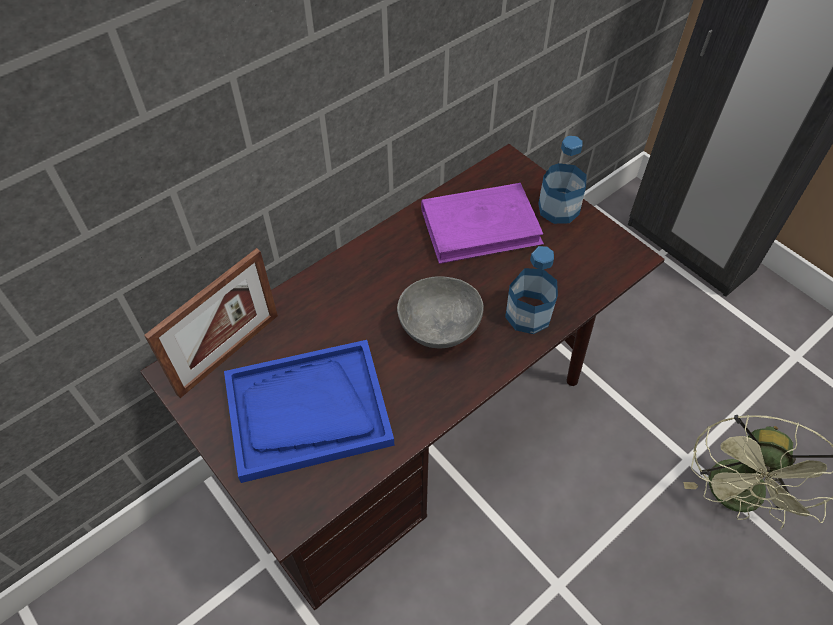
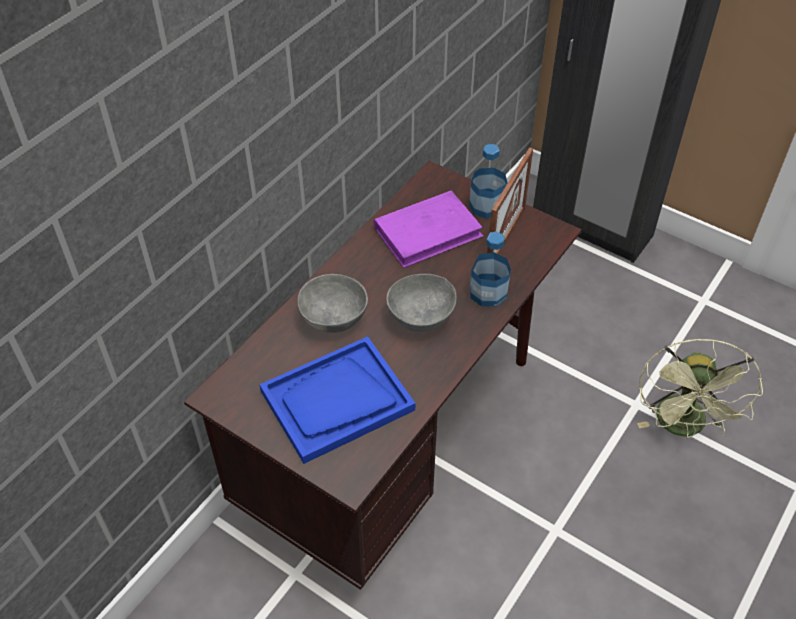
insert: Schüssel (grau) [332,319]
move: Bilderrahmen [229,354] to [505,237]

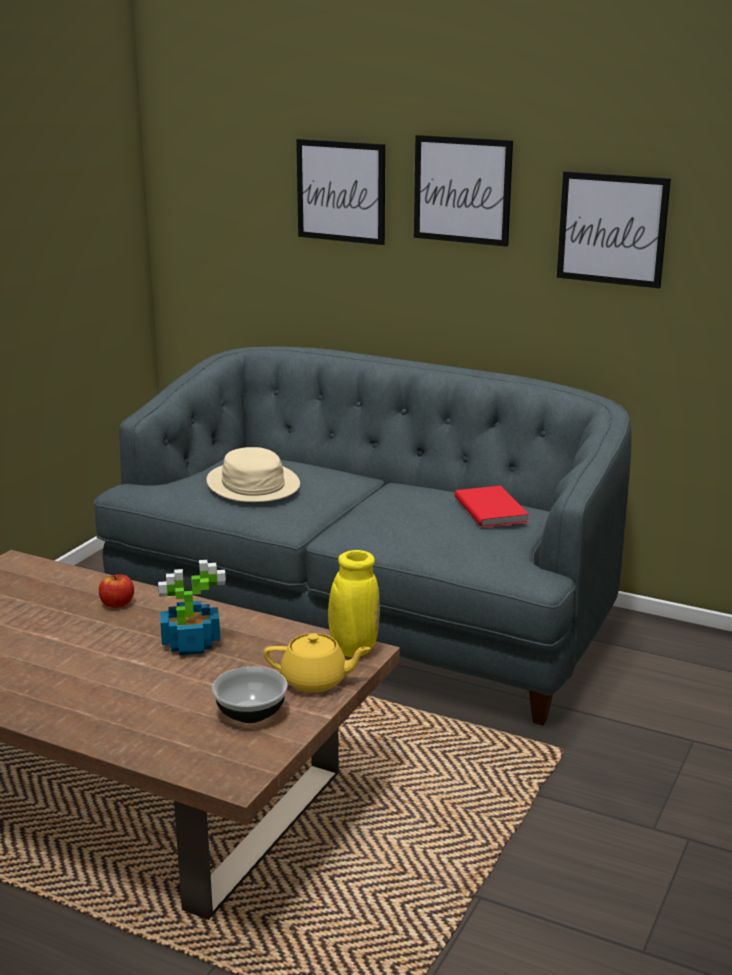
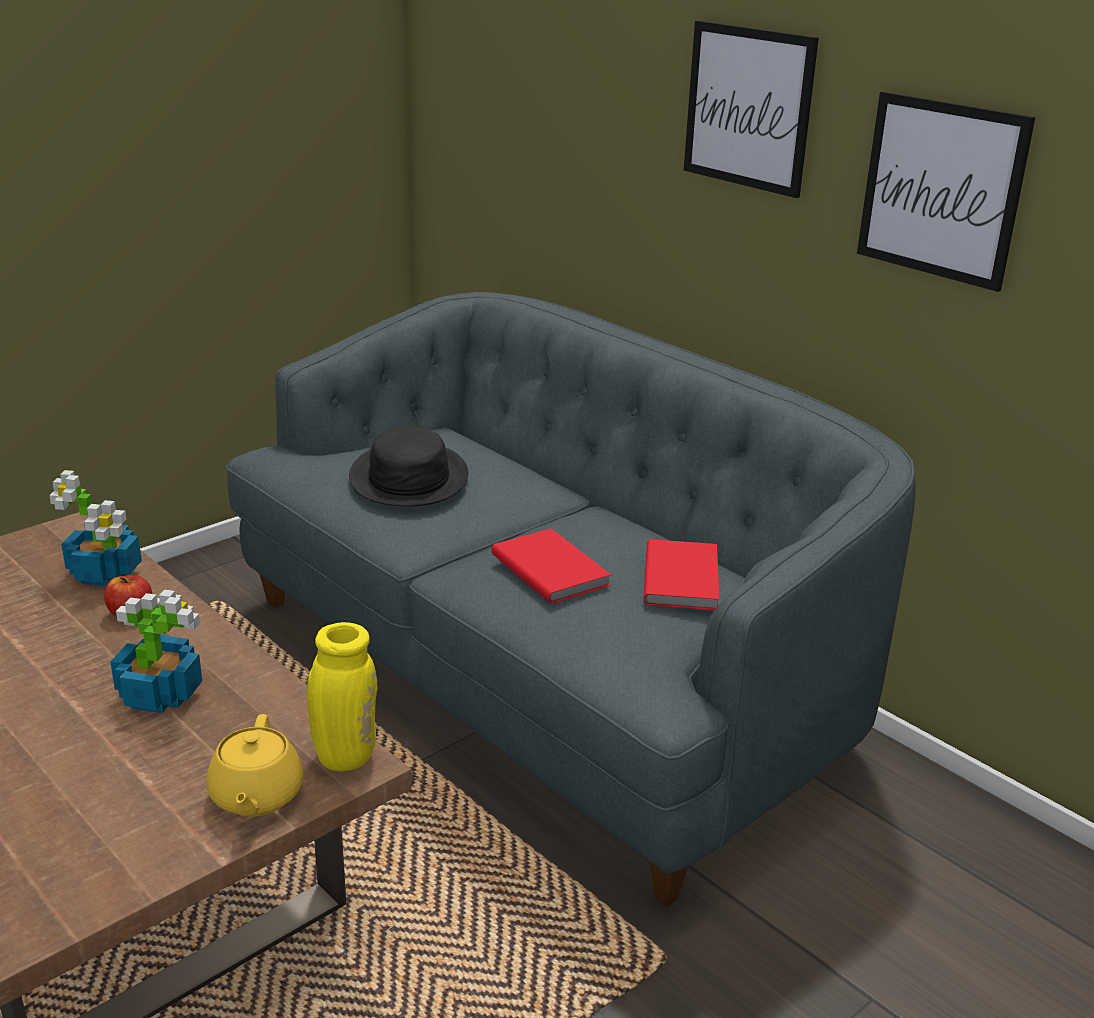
delete: Schüssel [250,713]; Bild [341,191]
insert: Topfpflanze [105,573]; Buch (rot) [551,569]
recolor: Hut (beige) [252,484] to Hut (schwarz) [408,478]
rotate: Teekanne (gelb) [315,681] = [256,796] 60 degrees clockwise

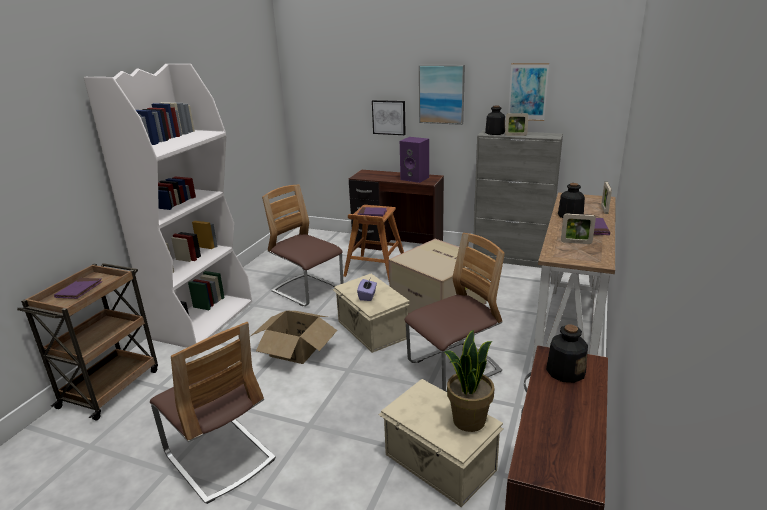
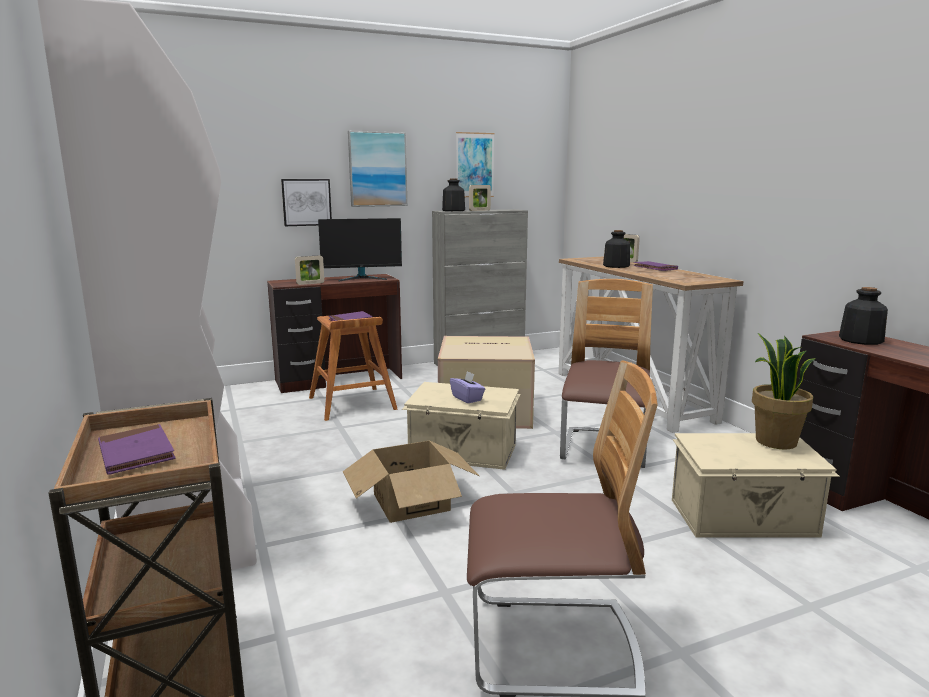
delete: Stuhl [307,290]
move: Bilderrahmen [576,242] to [310,283]
replace: Lautsprecher (lila) [415,178] to Monitor [362,278]

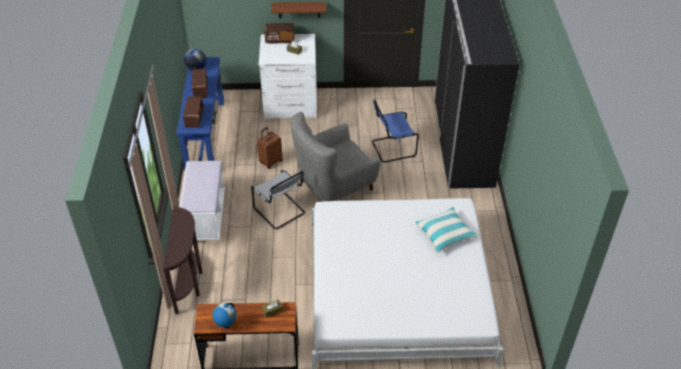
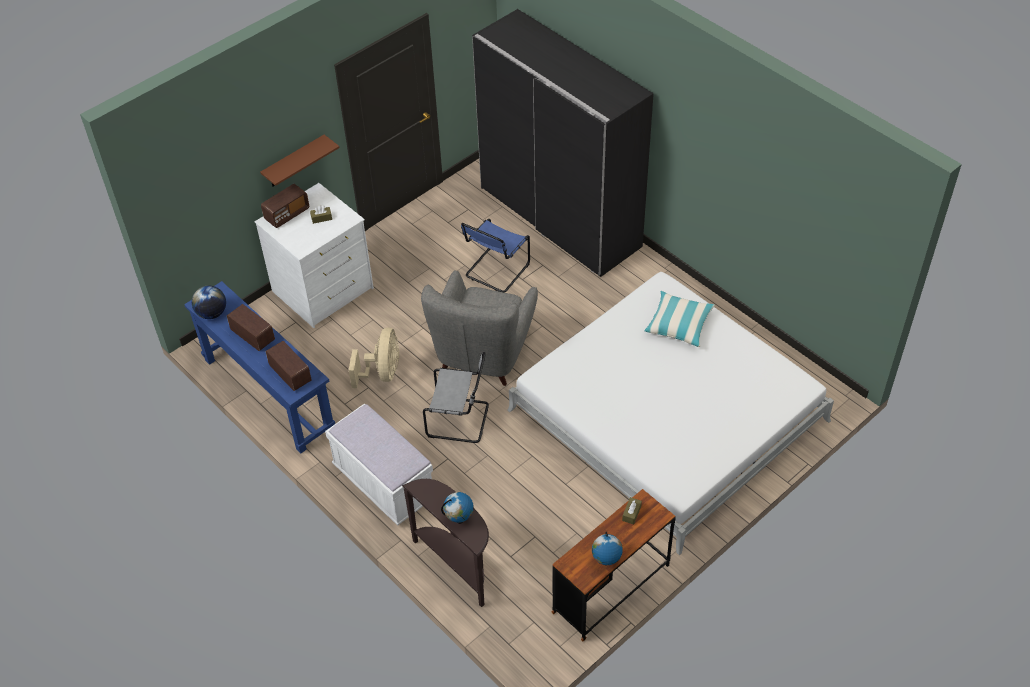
insert: Globus [459,519]
replace: Koffer (braun) [270,162] to Ventilator (beige) [382,373]

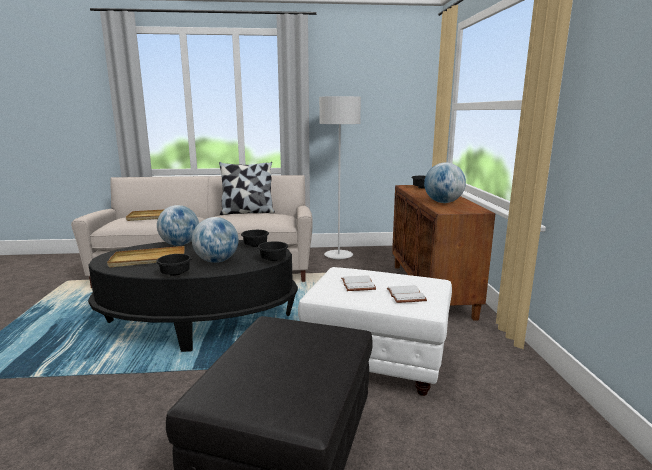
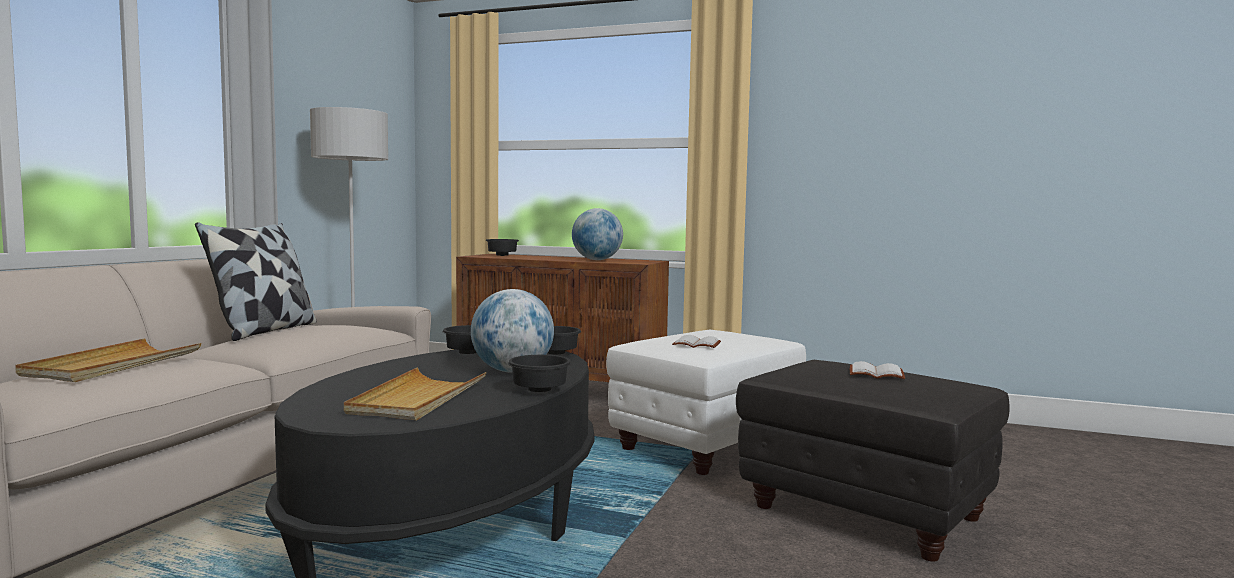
delete: Globus [180,244]
move: Buch (weiß) [407,295] to [877,373]

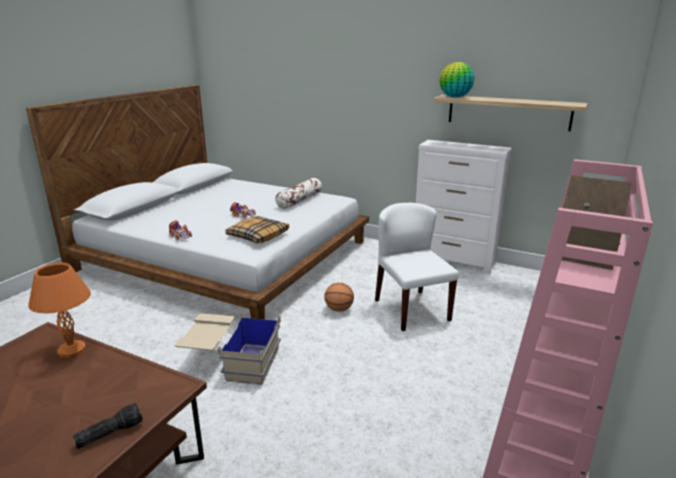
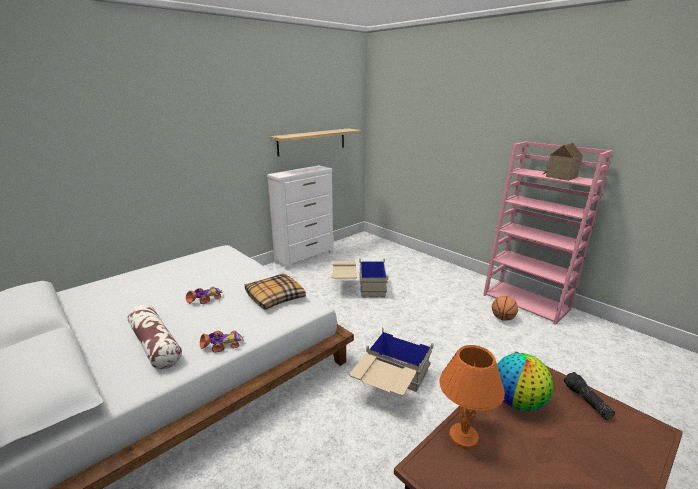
move: Kissen [299,200] to [155,344]; Basketball [339,309] to [502,318]; Globus [455,97] to [518,402]
replace: Stuhl (weiß) [411,309] to Aufbewahrungsbox (beige) [358,288]

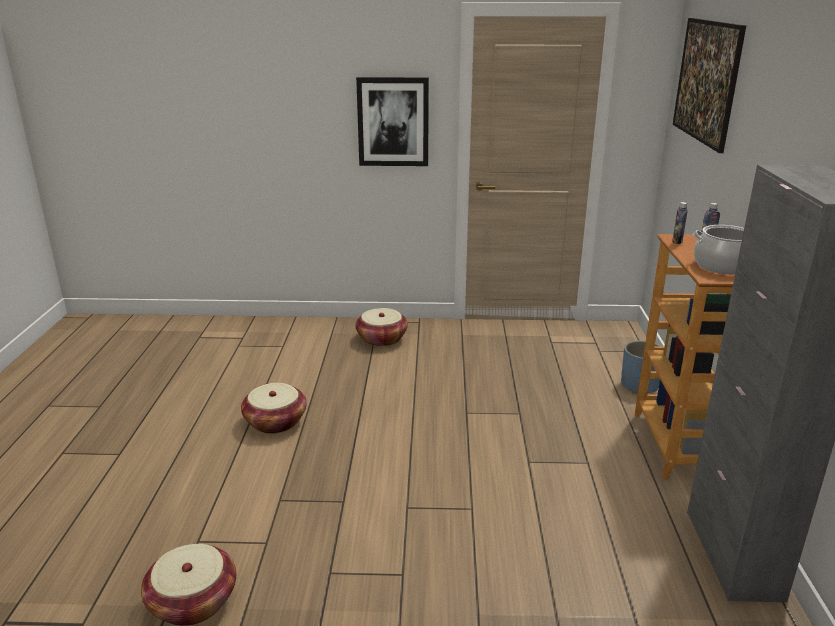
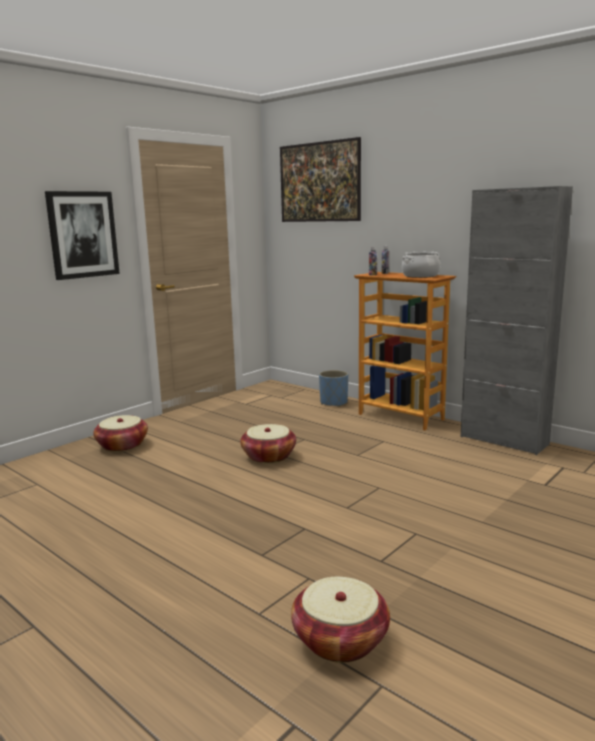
move: Korb [275,422] to [269,456]

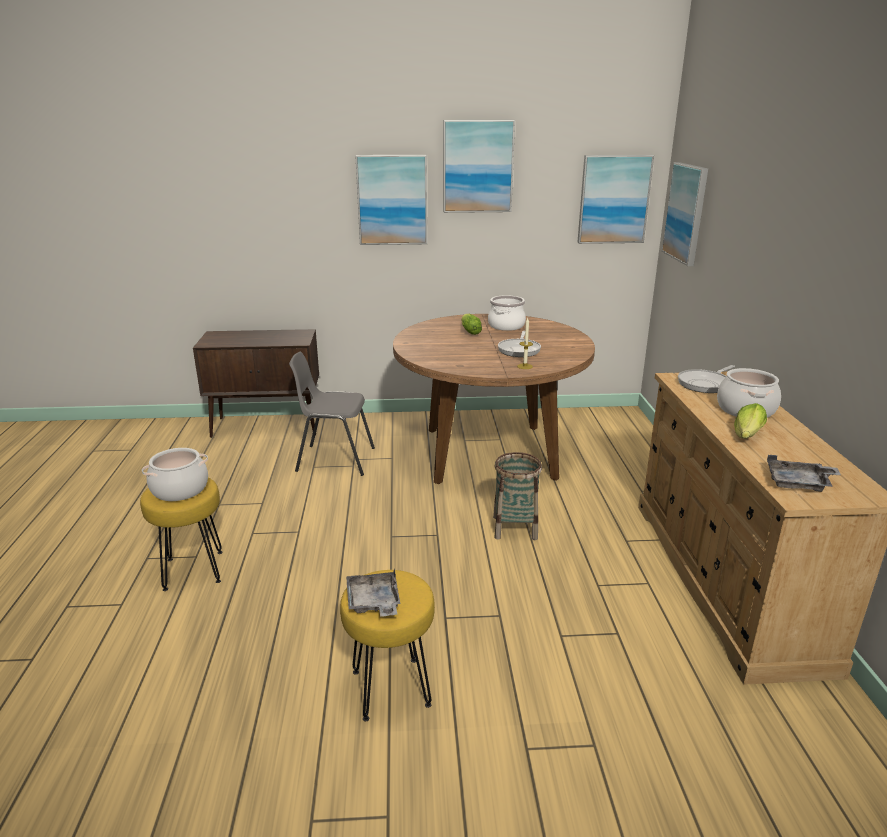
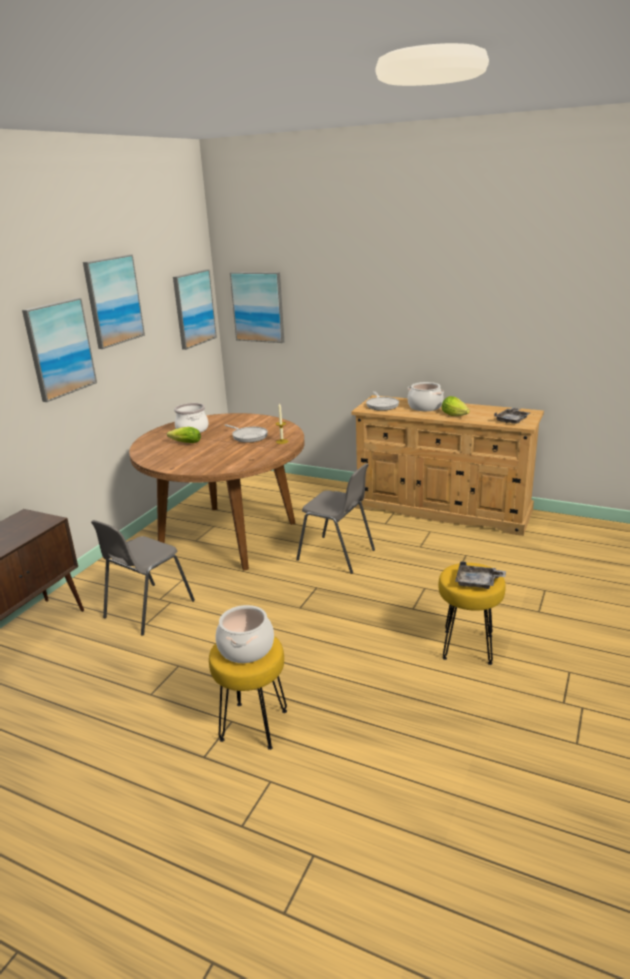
replace: Korb [514,528] to Stuhl (grau) [337,555]

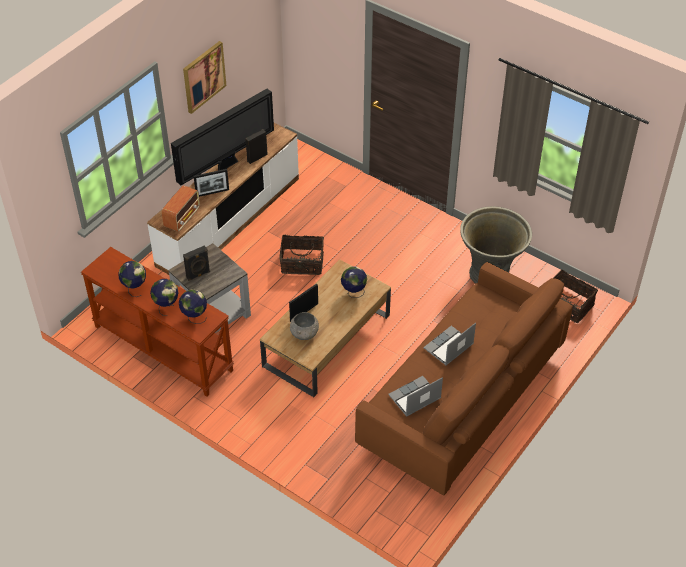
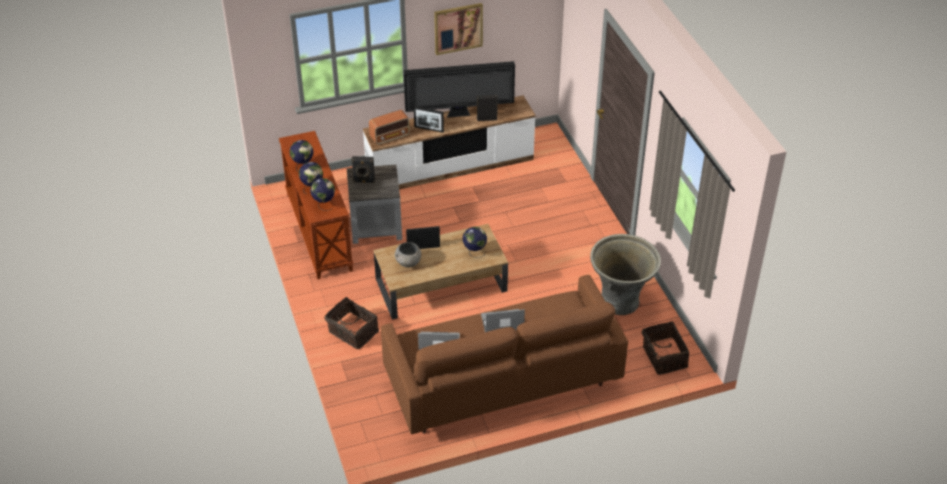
move: Korb [302,264] to [352,332]

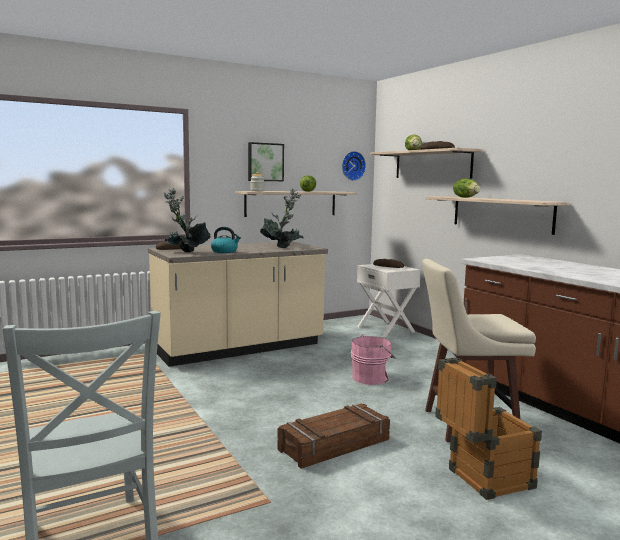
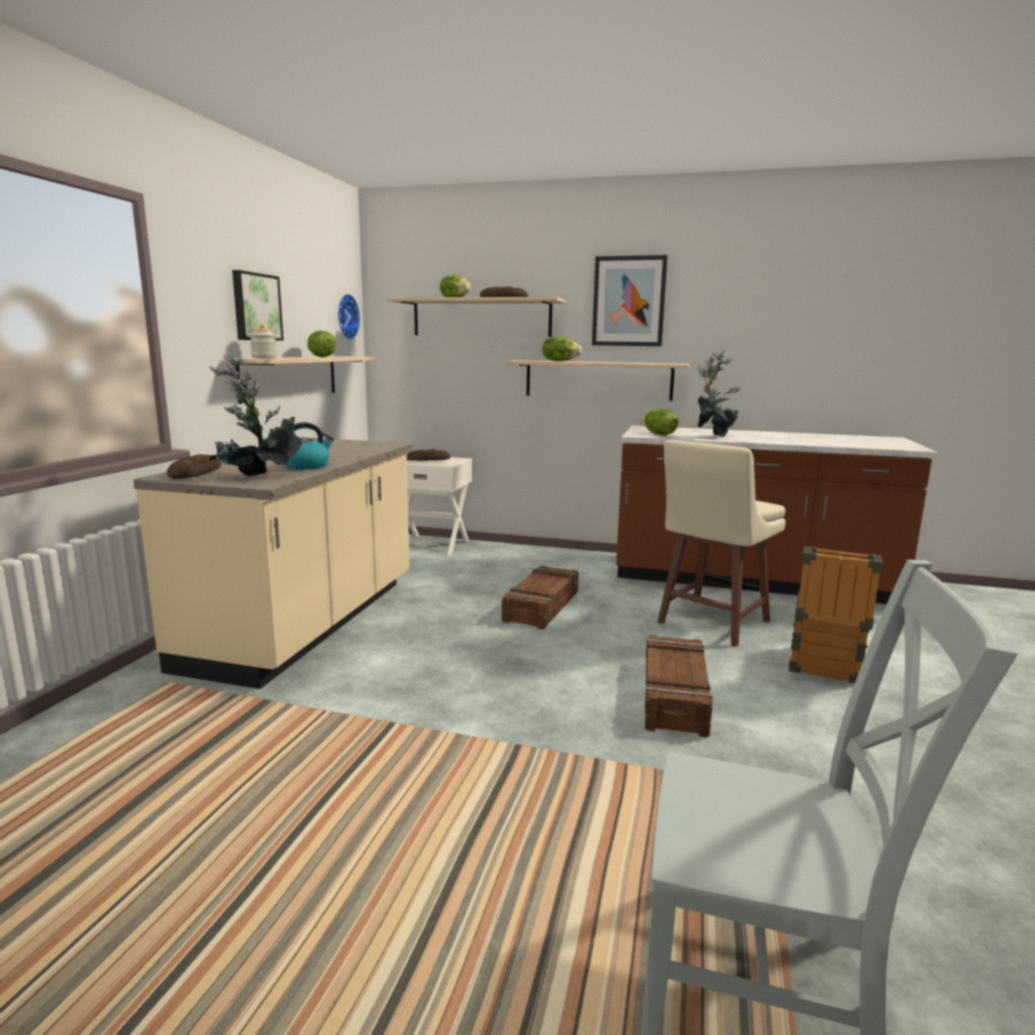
insert: Bild [628,301]; Salatkopf [658,434]
move: Topfpflanze [283,247] to [713,436]
replace: Eimer (rosa) [372,378] to Kiste [542,606]

